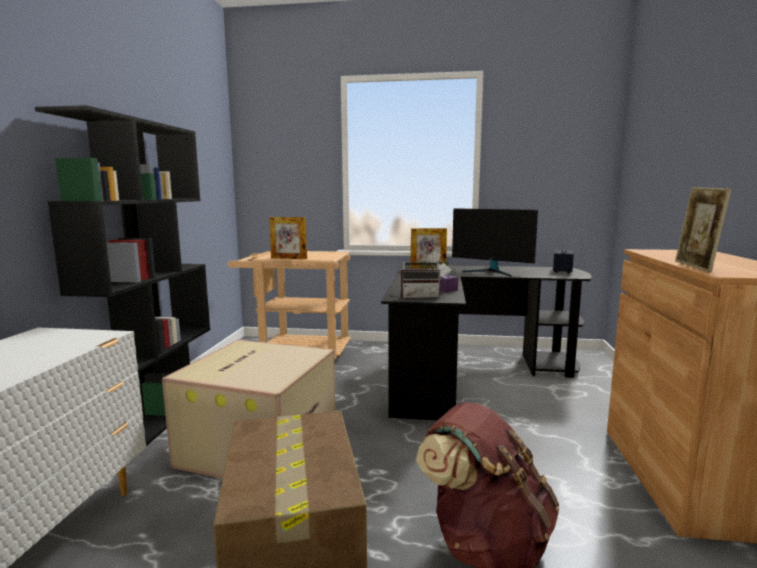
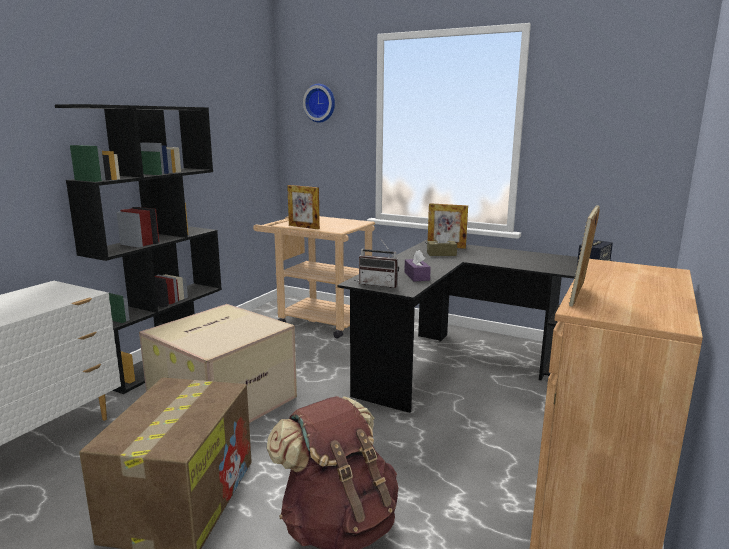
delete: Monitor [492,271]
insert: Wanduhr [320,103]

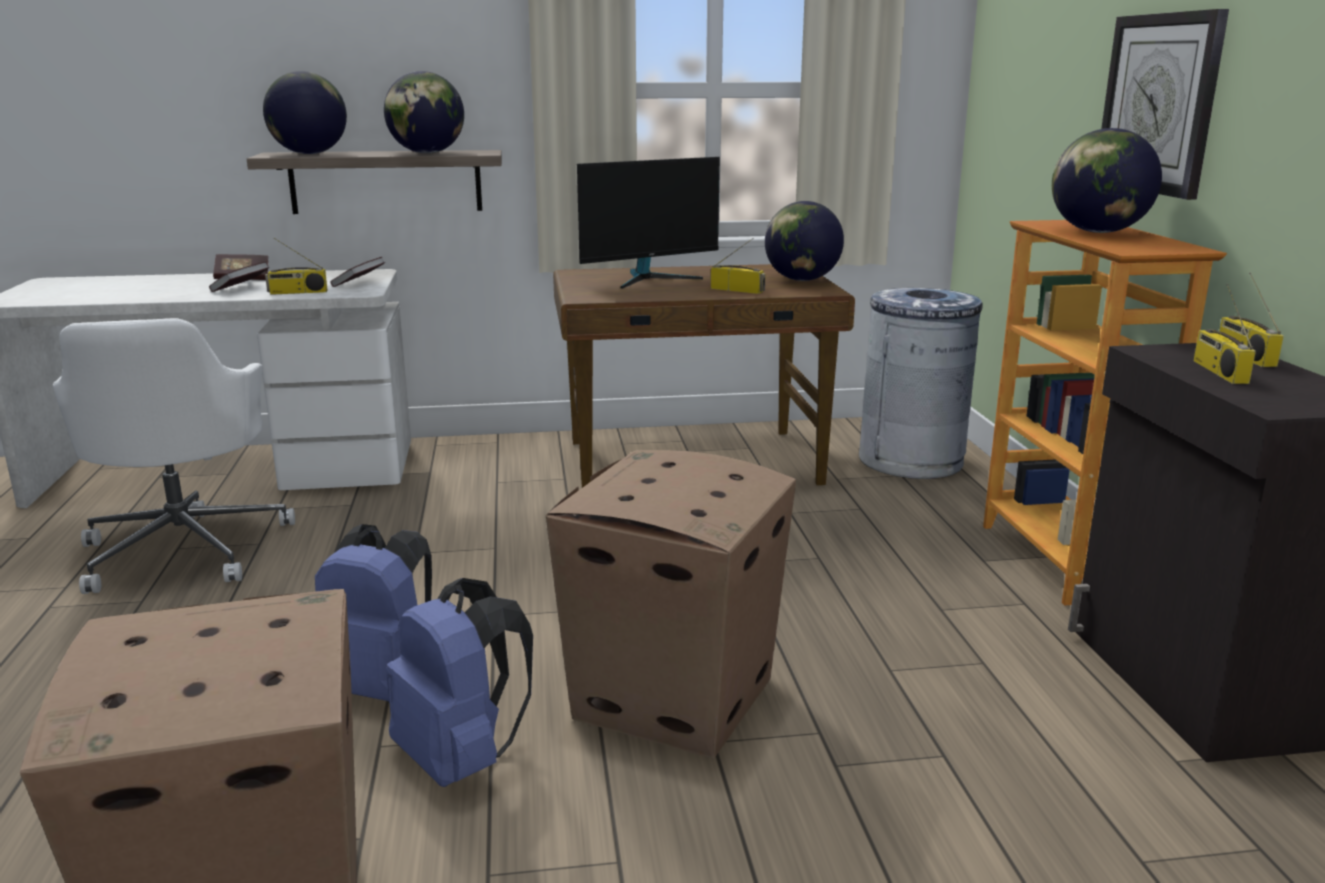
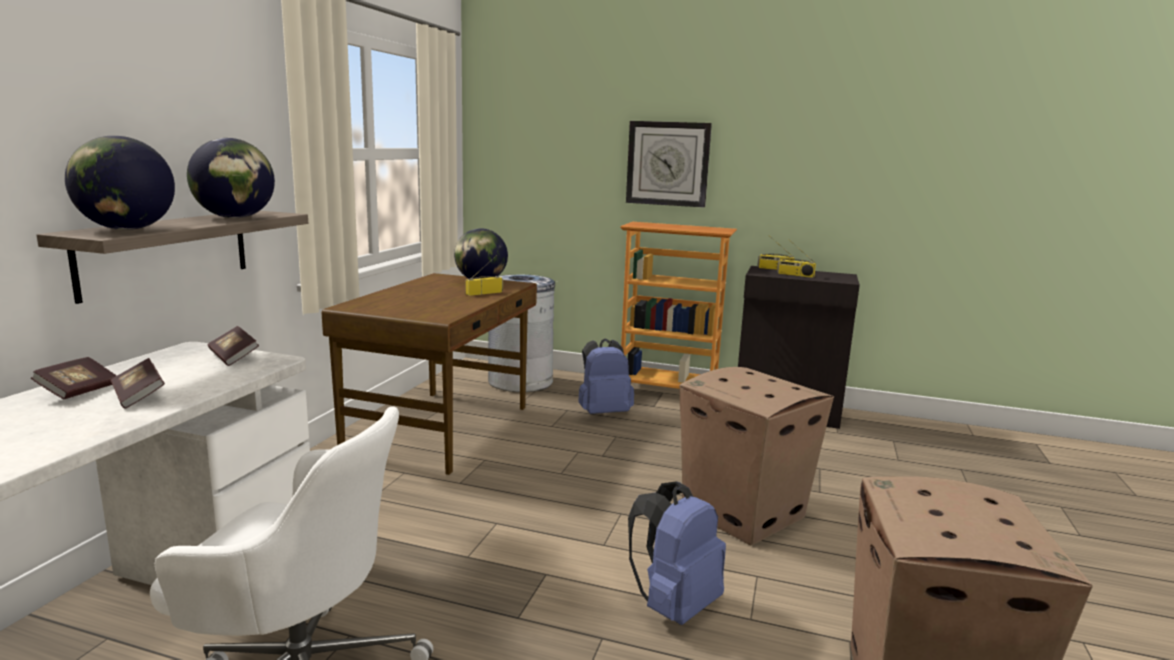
delete: Radio [297,292]; Monitor [649,278]; Globus [1097,232]
move: Rucksack (blau) [462,759] to [603,412]

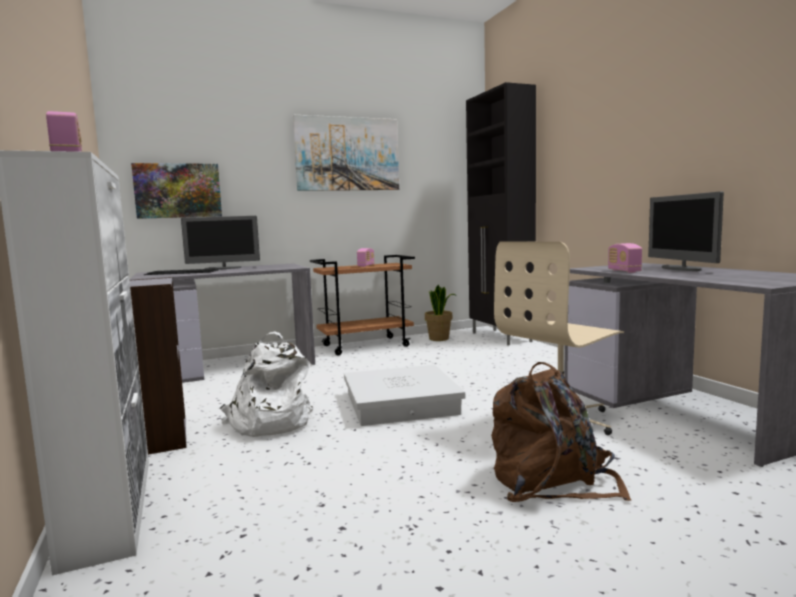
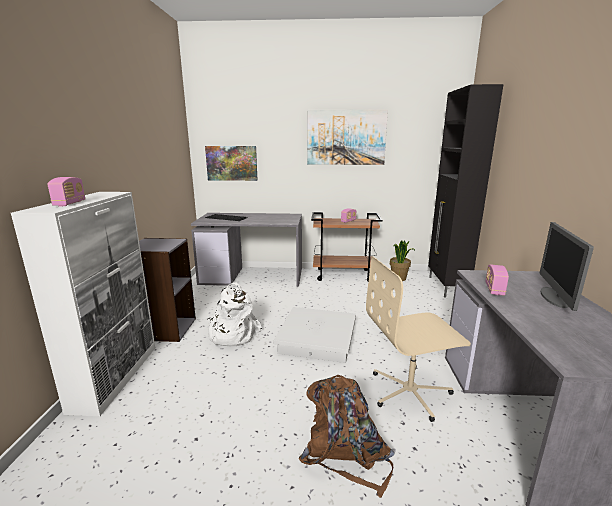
delete: Monitor [223,268]

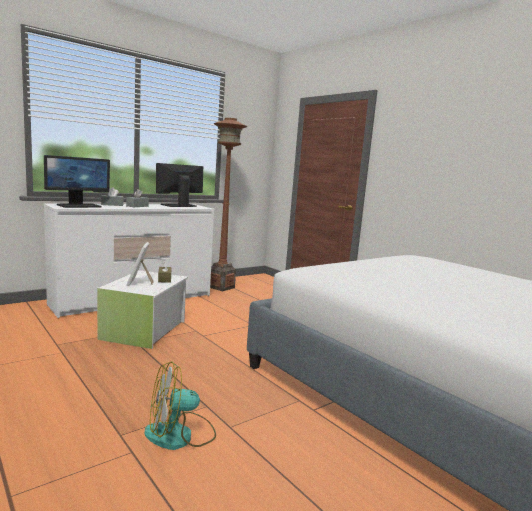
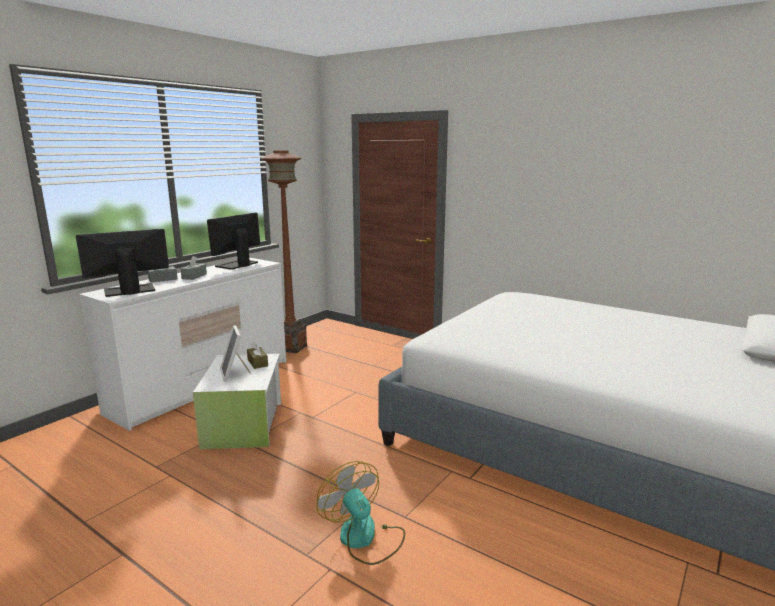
rotate: Monitor [79,206] = [129,290] 150 degrees counterclockwise; Ventilator [180,435] = [364,538] 90 degrees clockwise

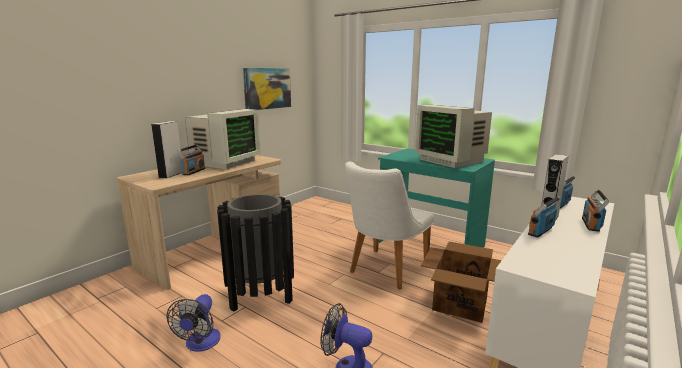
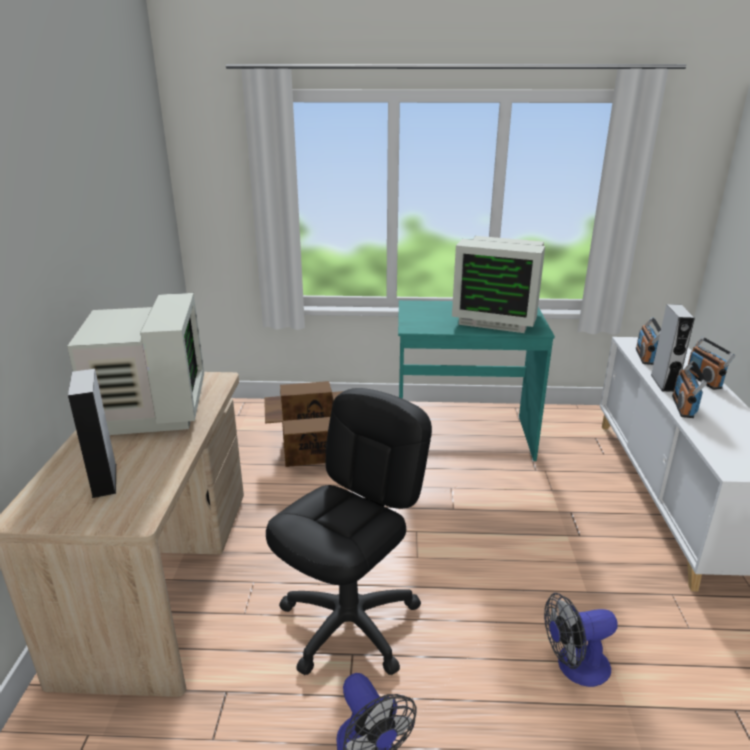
delete: Radio [193,171]; Bild [267,88]; Stuhl (weiß) [384,271]
move: Karton [460,303] to [311,449]
replace: Mülleimer (schwarz) [261,295] to Bürostuhl (schwarz) [350,623]

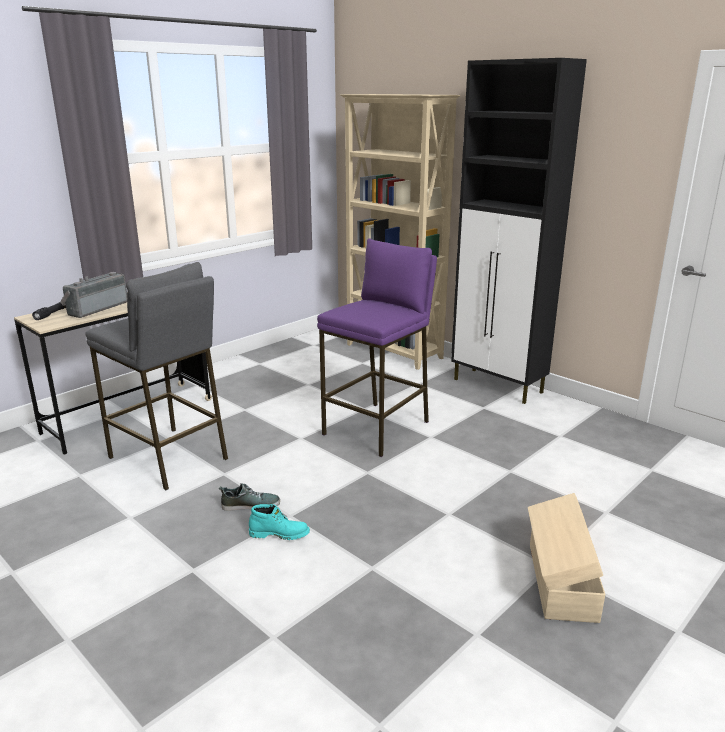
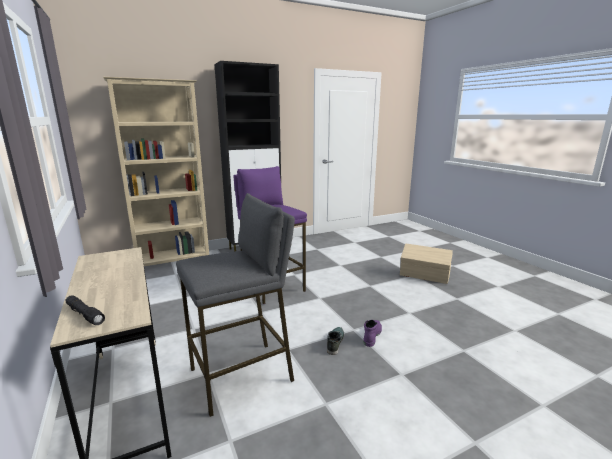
delete: Radio [96,308]
recolor: Stiefel (türkis) [279,534] to Stiefel (lila) [371,335]

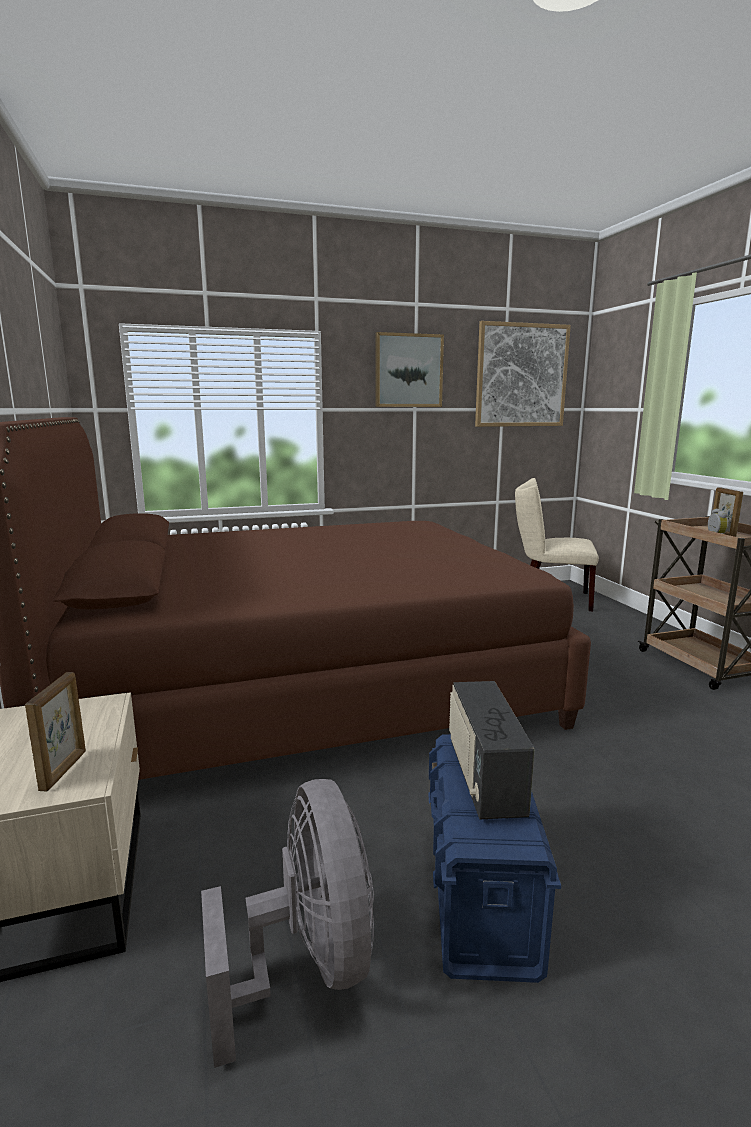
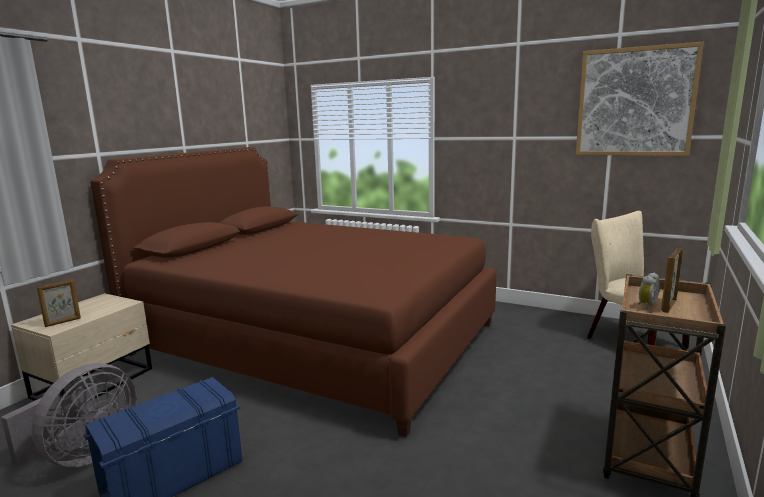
delete: Bild [408,370]; Radio [483,779]

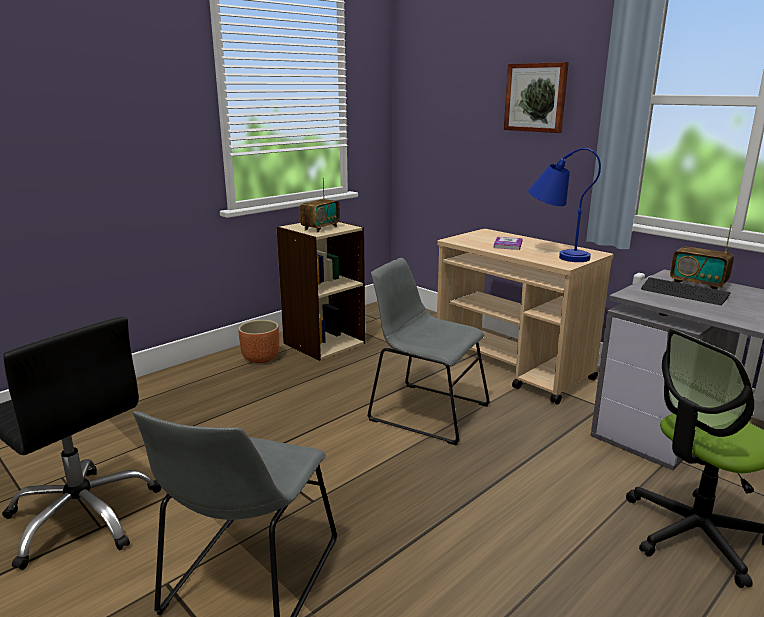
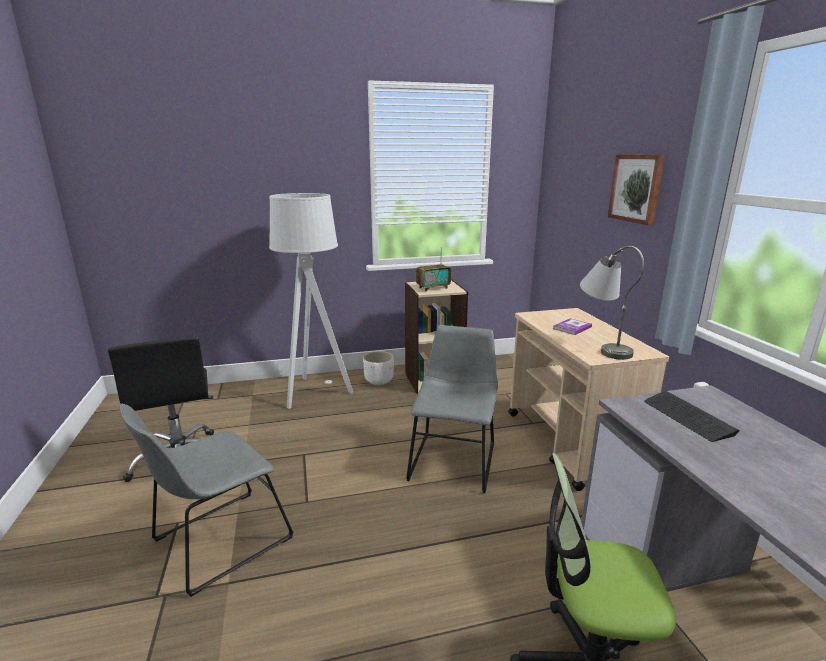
delete: Radio [697,285]
insert: Stehlampe (grau) [315,393]
recolor: Pflanzkübel (braun) [261,358] to Pflanzkübel (weiß) [379,381]; Tischlampe (blau) [555,254] to Tischlampe (grau) [602,346]
rotate: Stuhl (grau) [424,411] = [453,458] 45 degrees clockwise

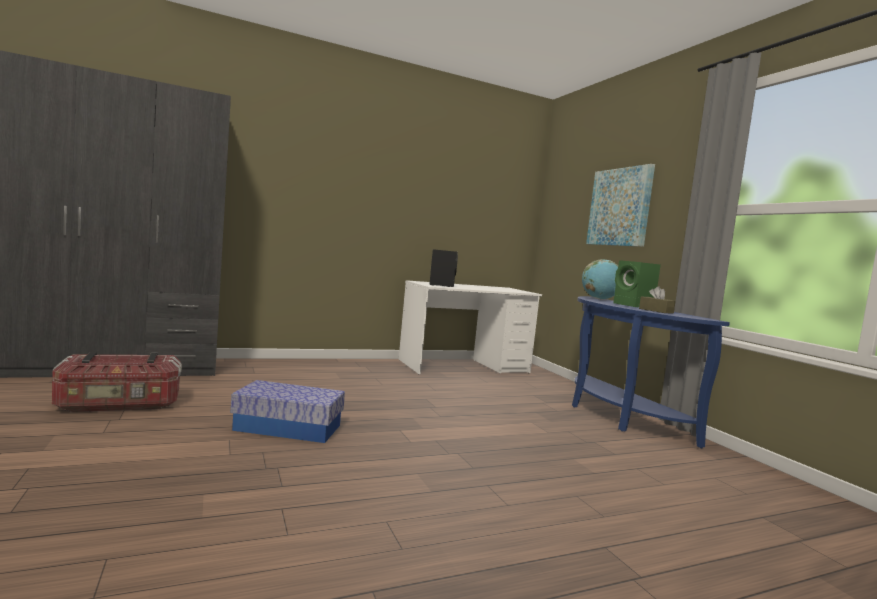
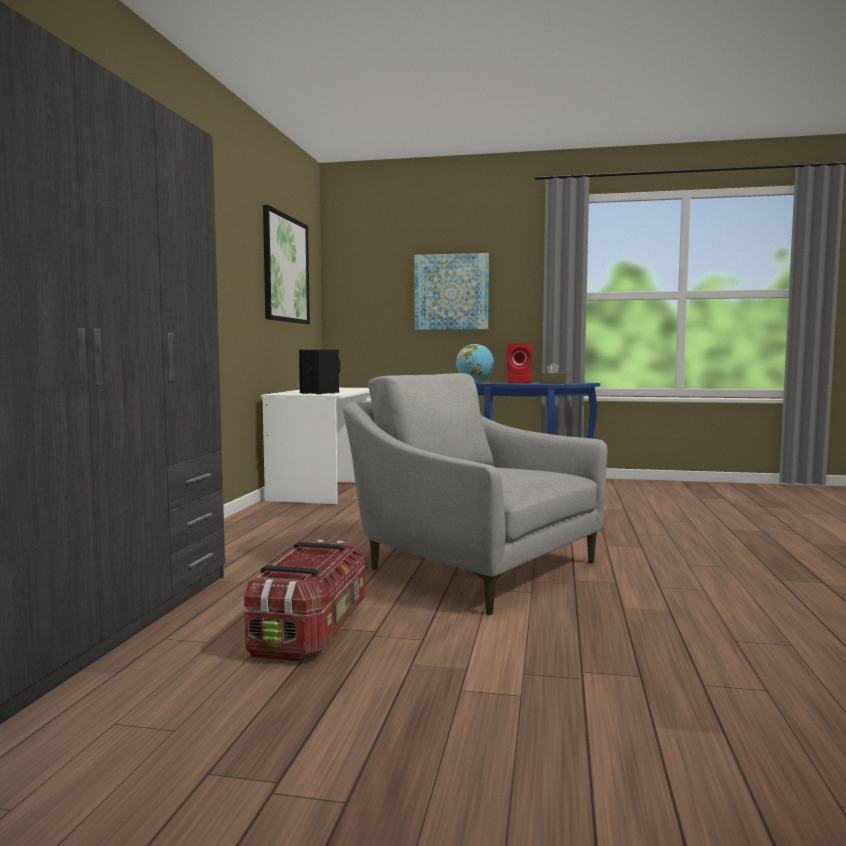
insert: Bild [285,269]
replace: Aufbewahrungsbox [288,428] to Sessel (grau) [470,566]
recolor: Lautsprecher (grün) [634,306] to Lautsprecher (rot) [519,382]

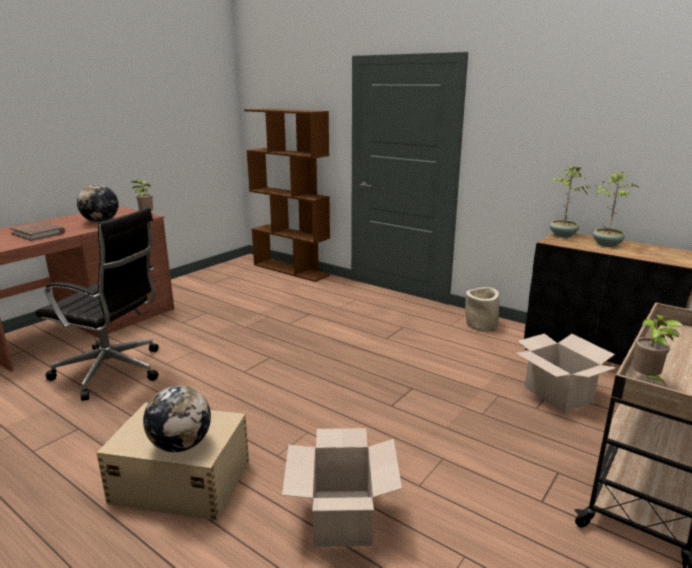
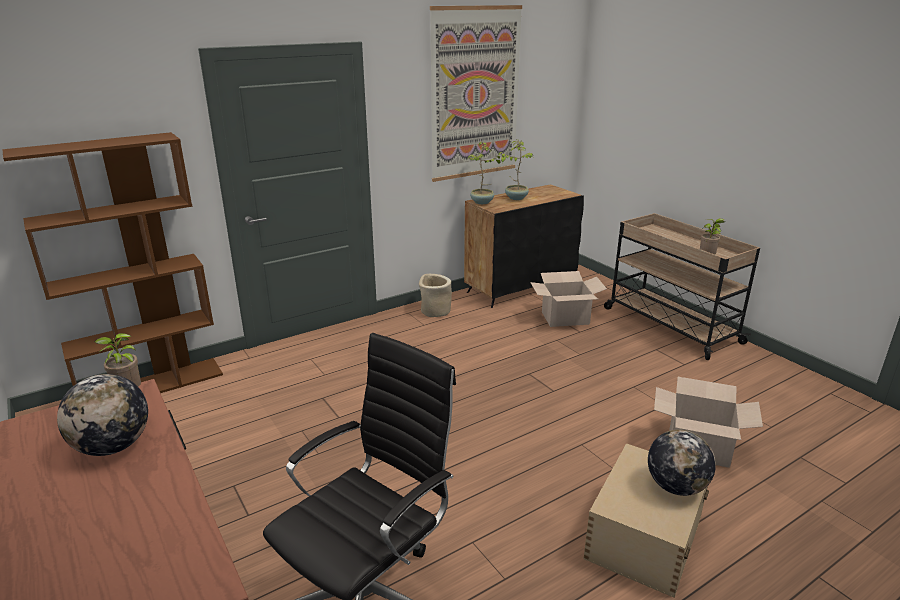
delete: Buch (braun) [39,233]
insert: Bild [475,94]

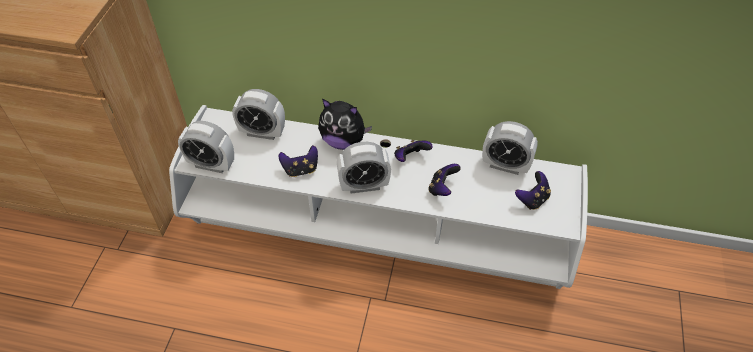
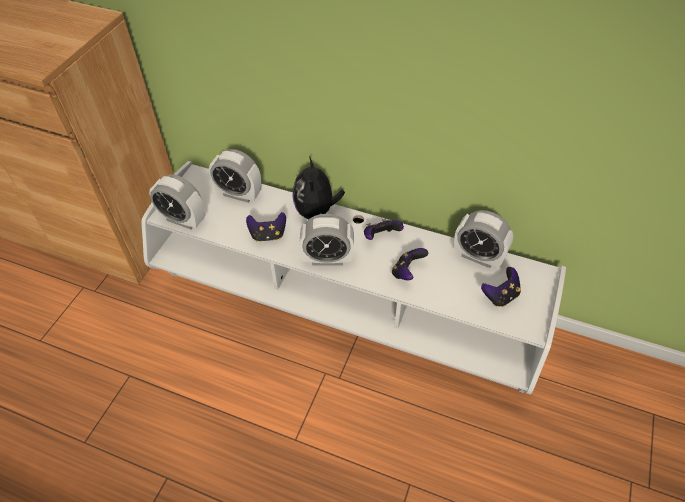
rotate: Plüschtier [343,141] = [316,212] 60 degrees clockwise

